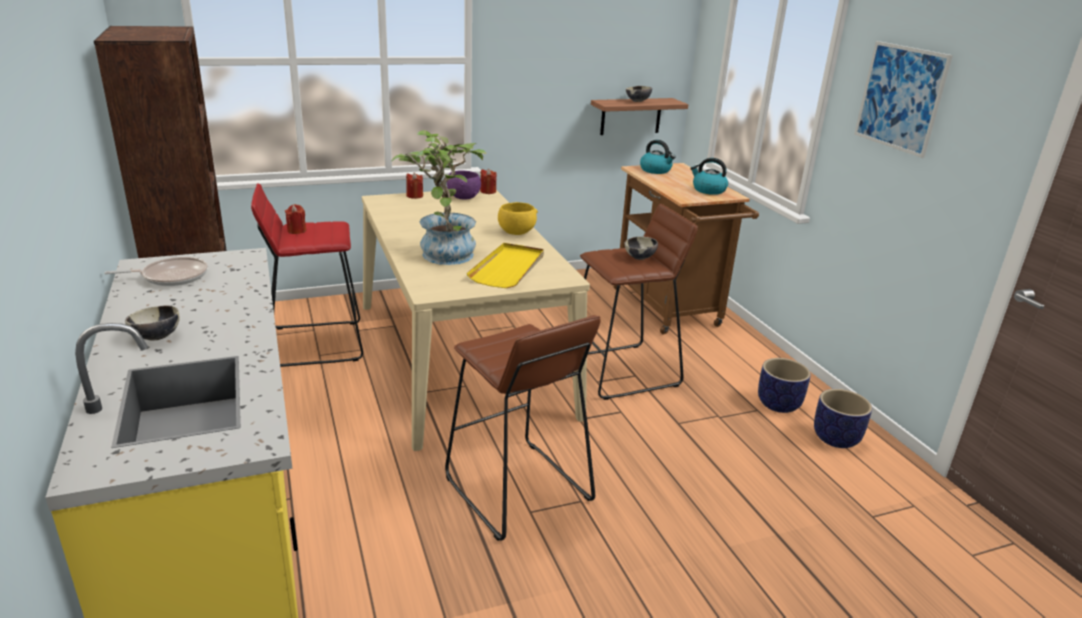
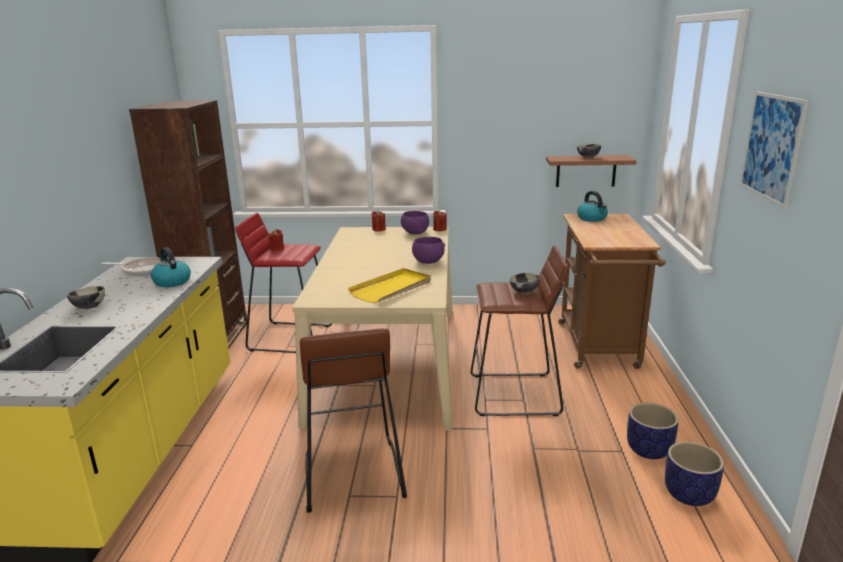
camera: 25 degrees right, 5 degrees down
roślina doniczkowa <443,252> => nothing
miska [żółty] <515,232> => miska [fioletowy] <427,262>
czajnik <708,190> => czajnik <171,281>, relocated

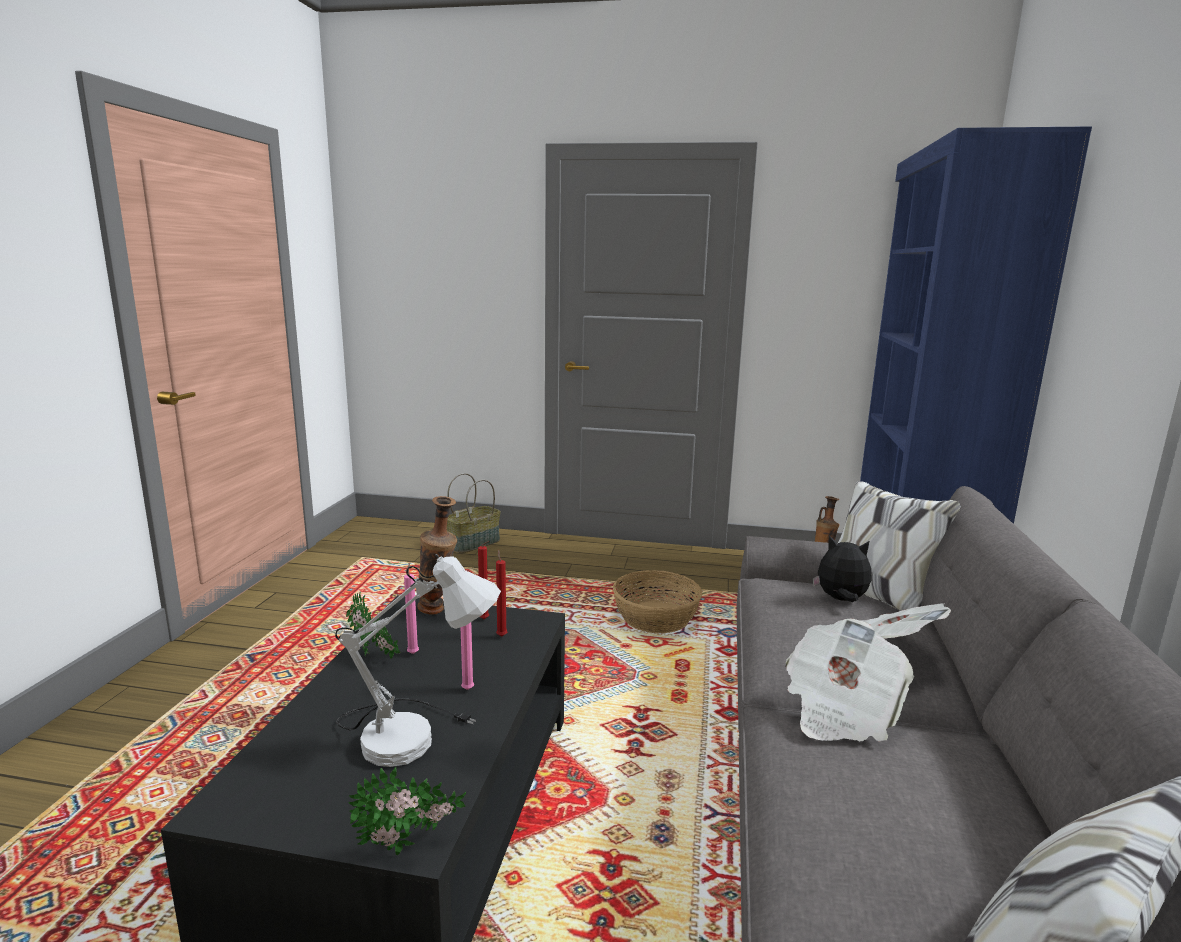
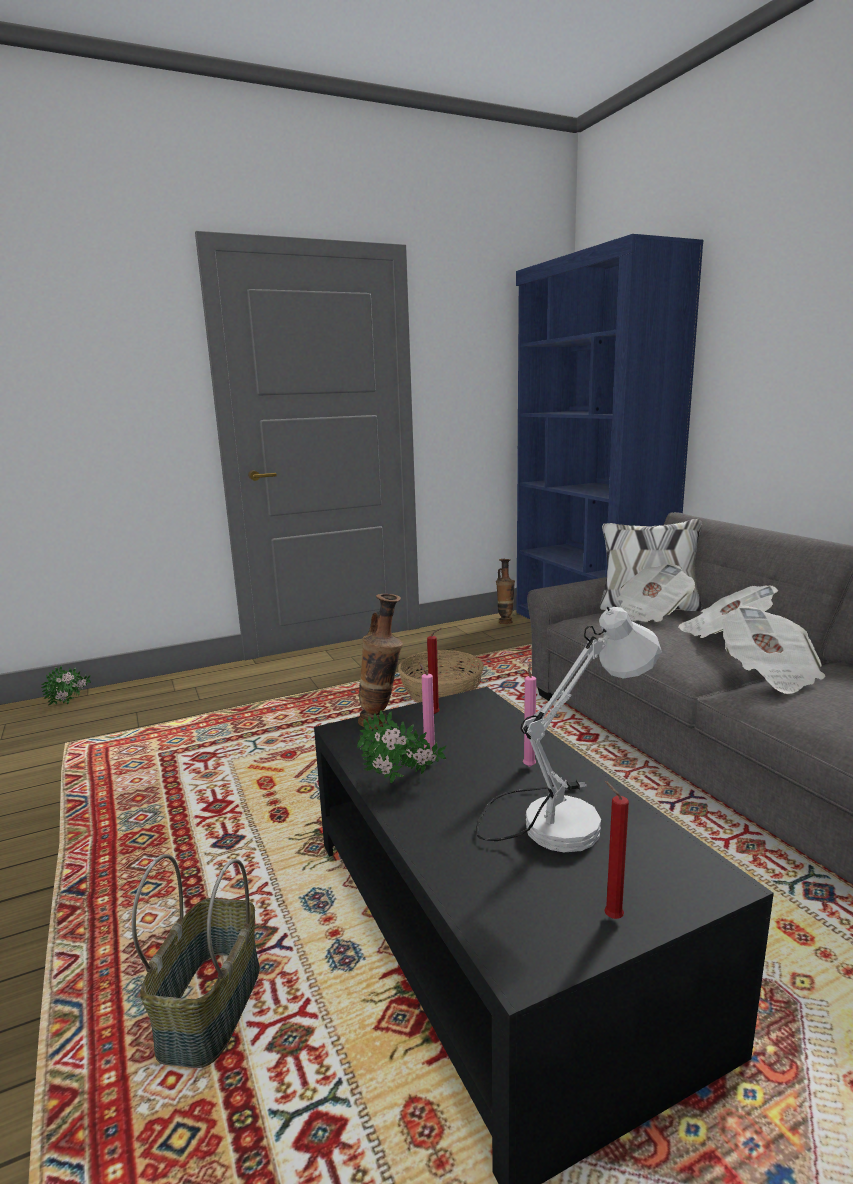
camera: 35 degrees left, 0 degrees up
roślina doniczkowa <409,847> => roślina doniczkowa <71,702>, relocated
koszyk <473,543> => koszyk <209,1006>, relocated
świeca [czerwony] <501,635> => świeca [czerwony] <610,917>, relocated
pluszak <841,600> => gazeta <649,613>

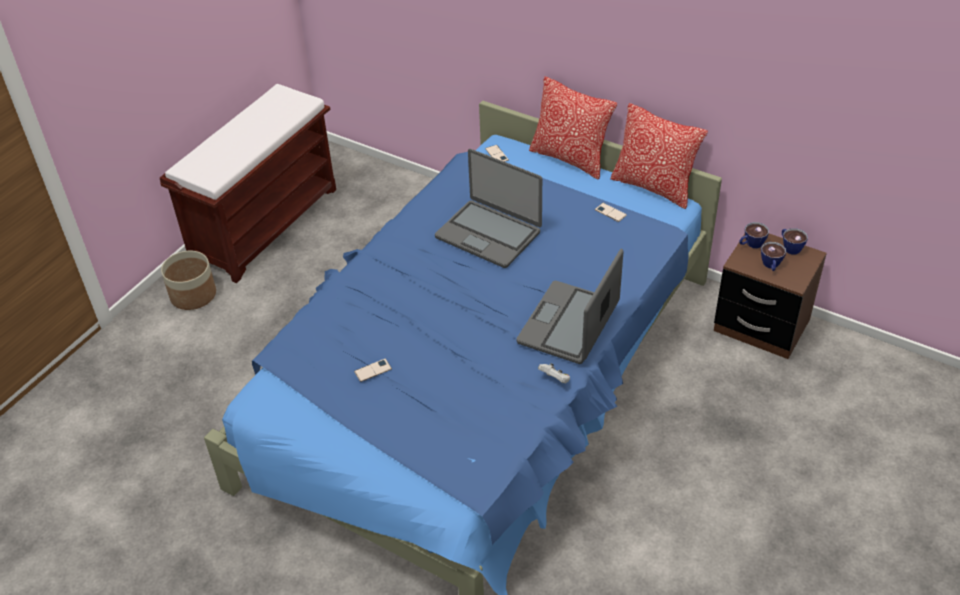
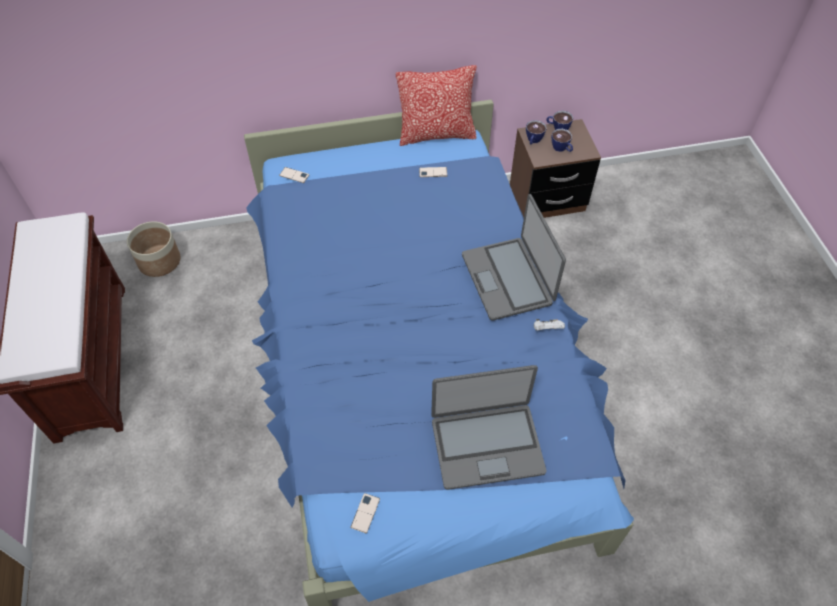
camera: 45 degrees left, 10 degrees up
donica <193,295> => donica <160,261>, relocated
telefon <373,370> => telefon <365,513>, relocated
laptop <489,234> => laptop <486,444>, relocated
poduszka <570,159> => nothing

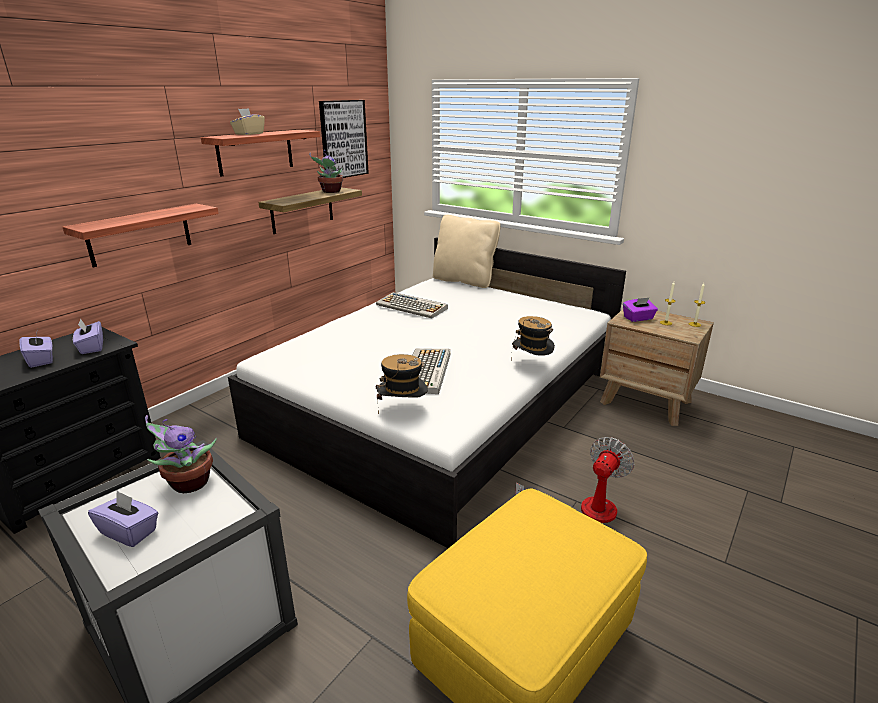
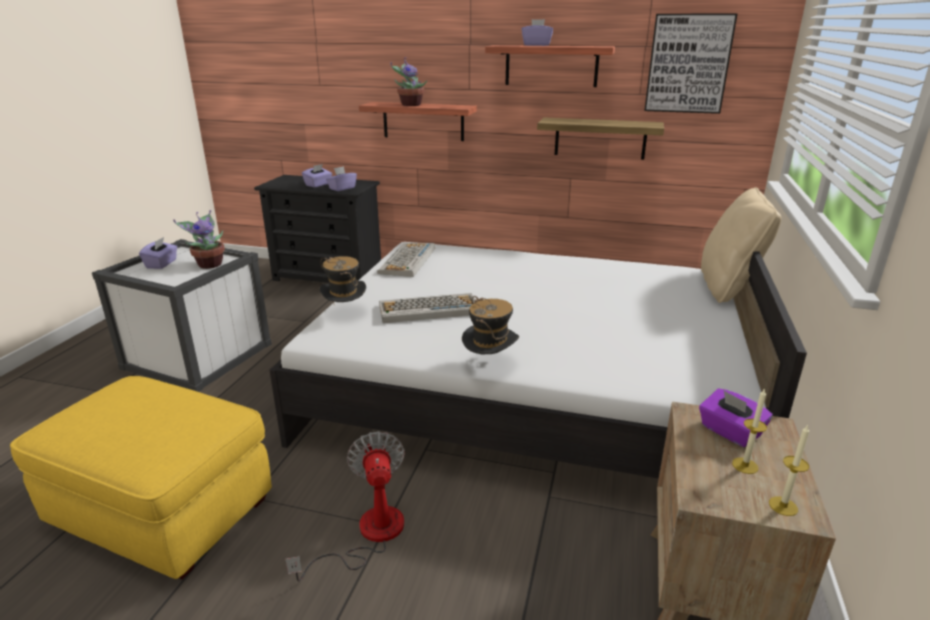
camera: 70 degrees right, 0 degrees up
pudełko chusteczek [beżowy] <249,134> => pudełko chusteczek [fioletowy] <536,45>
roślina doniczkowa <330,191> => roślina doniczkowa <410,105>, relocated
klawiatura <412,306> => klawiatura <408,261>, relocated
wentylator <584,510> => wentylator <368,535>, 120 degrees counterclockwise

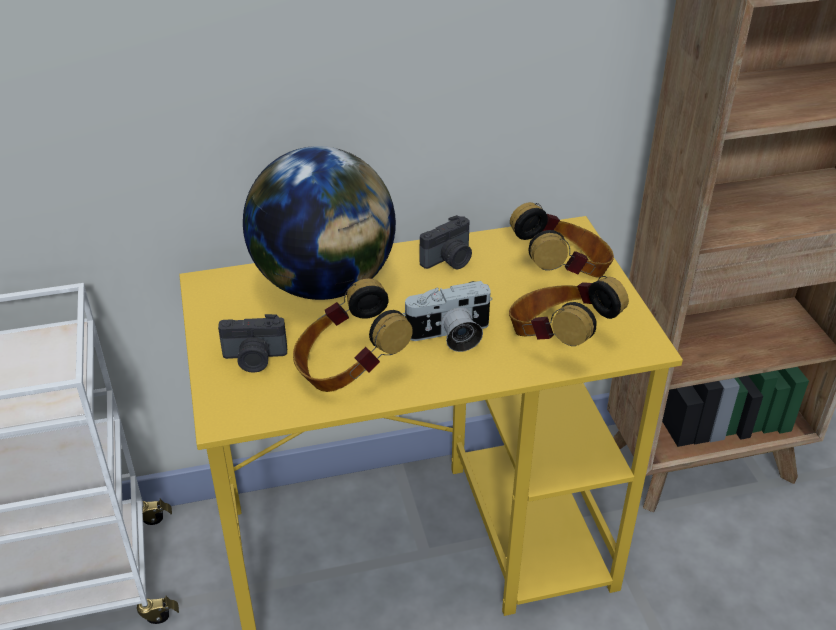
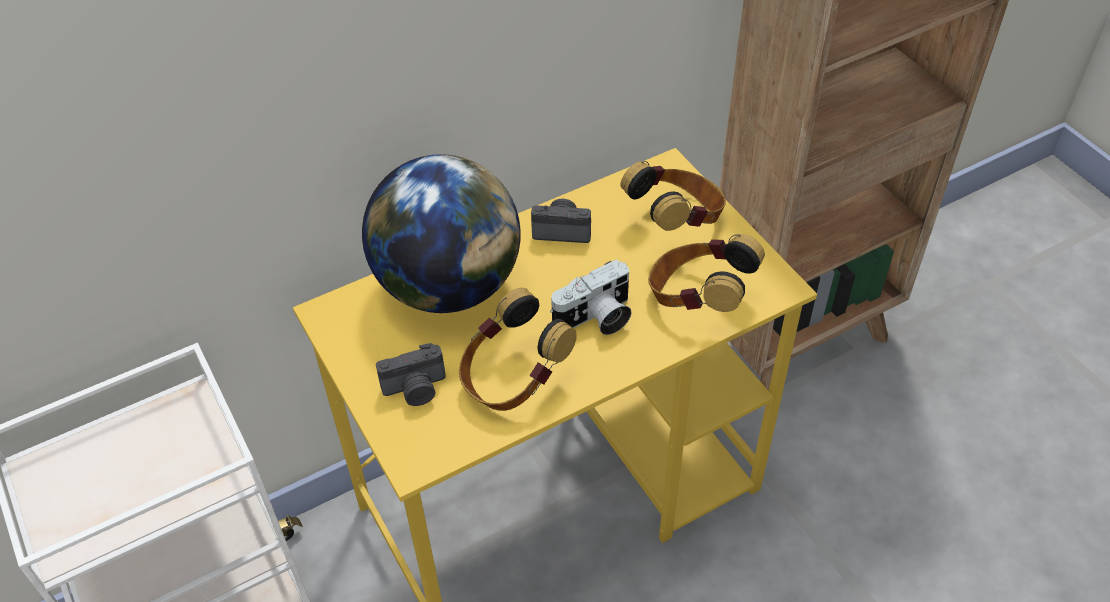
camera: 15 degrees left, 10 degrees up
aparat fotograficzny <449,260> => aparat fotograficzny <562,230>, 120 degrees counterclockwise

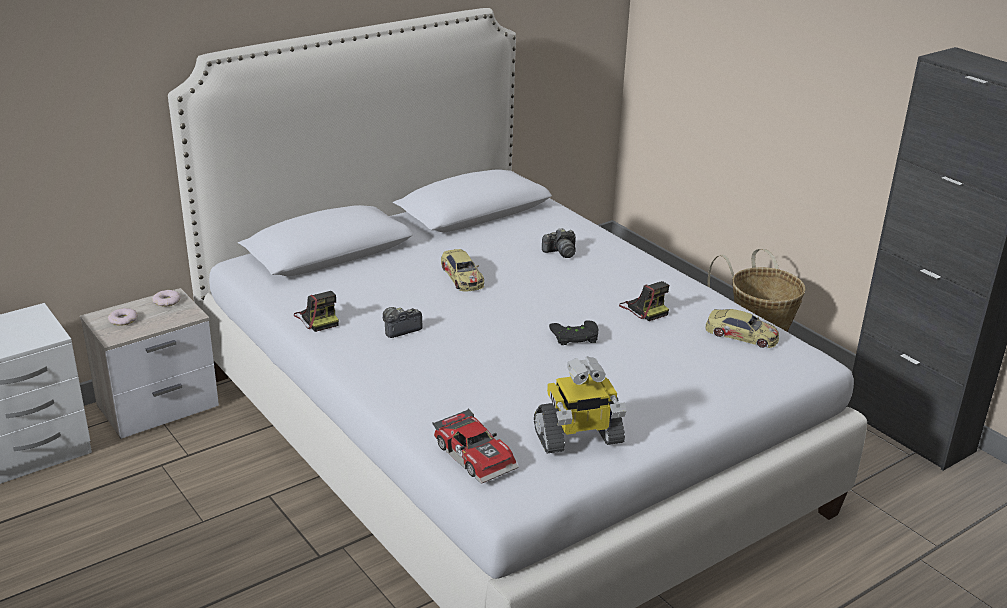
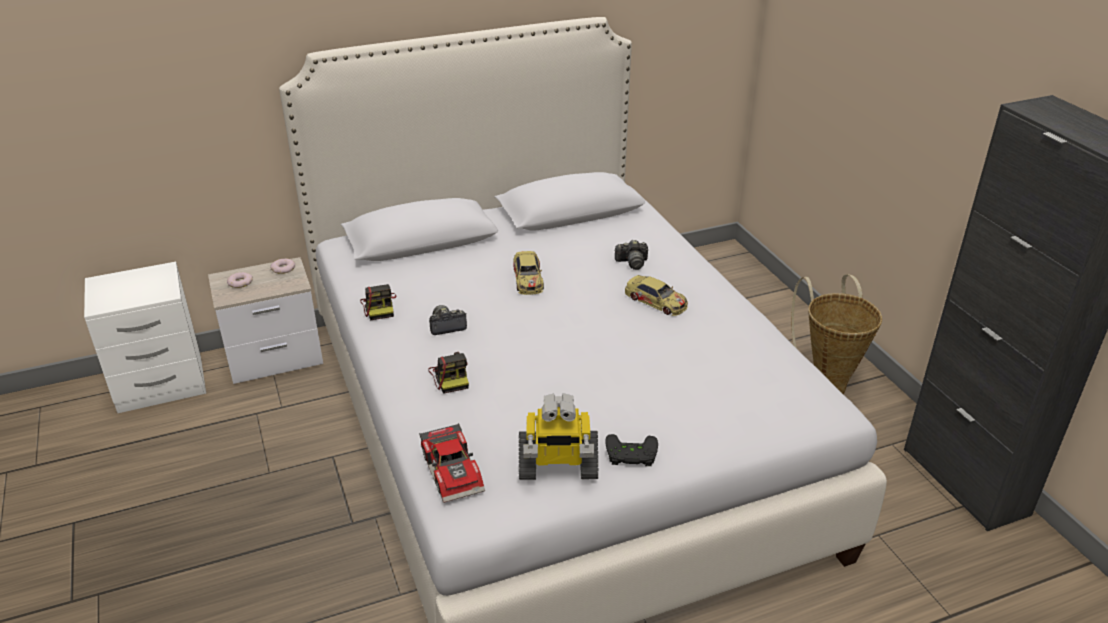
camera: 15 degrees right, 5 degrees up
pad do gier [czarny] <574,337> => pad do gier [czarny] <630,455>, relocated
aparat fotograficzny <644,308> => aparat fotograficzny <451,377>, relocated
samochodzik <741,335> => samochodzik <656,301>, relocated

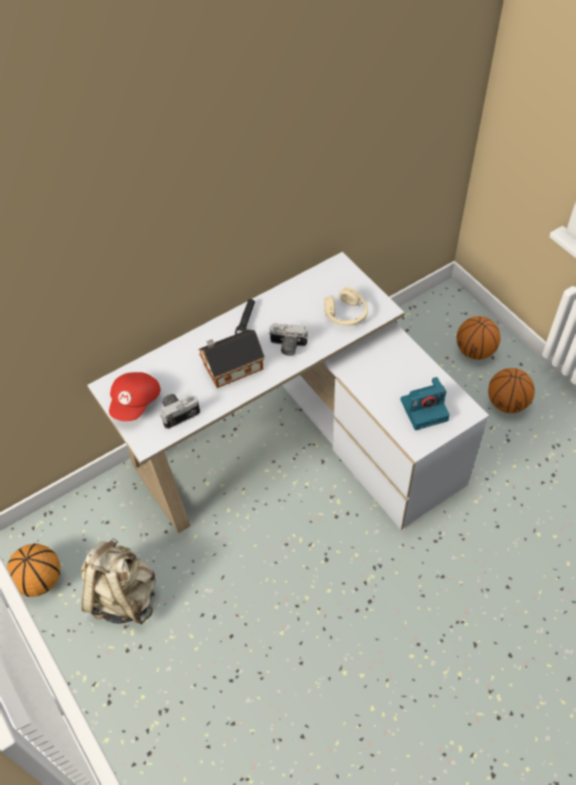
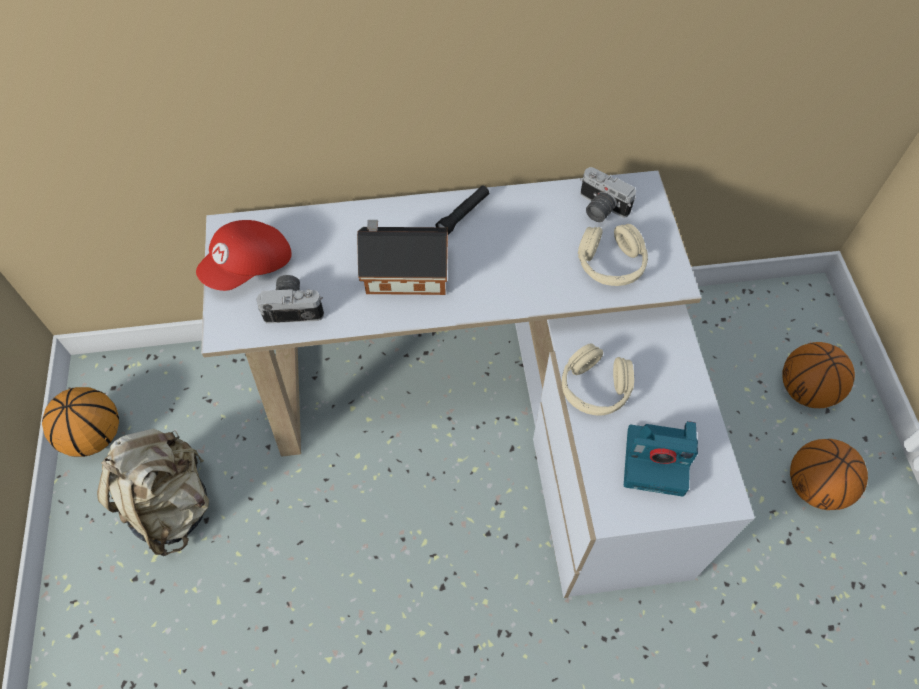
camera: 25 degrees right, 5 degrees up
aparat fotograficzny <287,346> => aparat fotograficzny <599,208>, relocated
nothing => słuchawki [beżowy] <594,388>

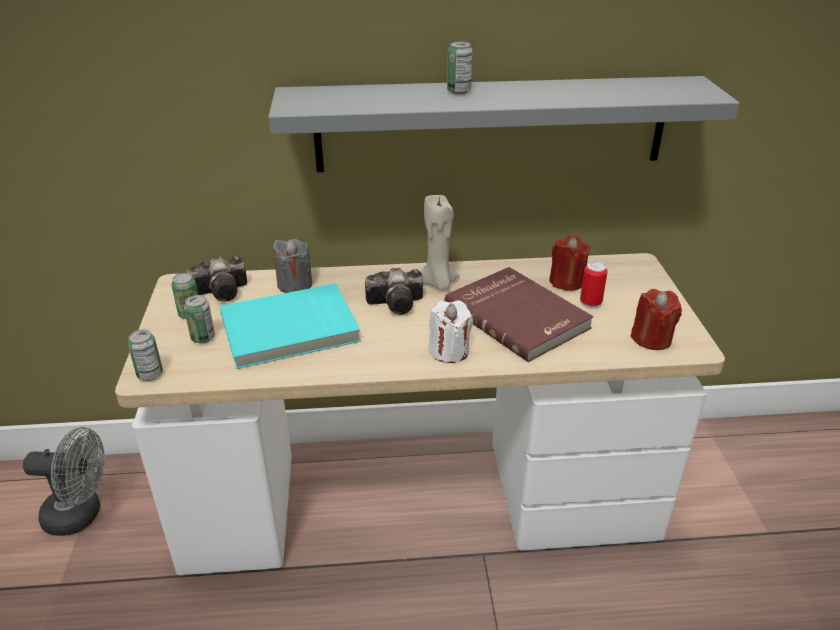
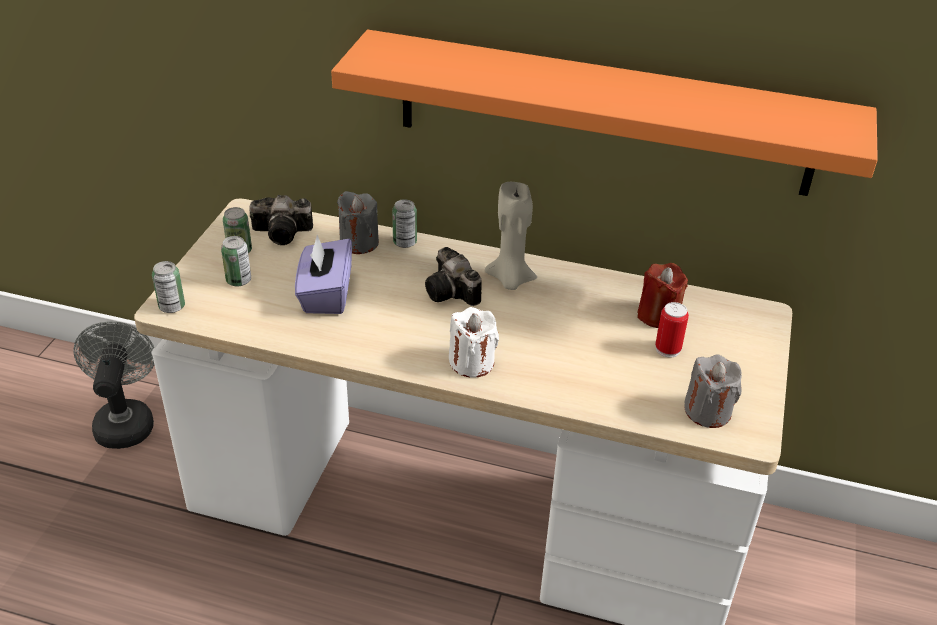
camera: 20 degrees right, 5 degrees up
wentylator [szary] <81,515> => wentylator [szary] <125,421>, 120 degrees counterclockwise
książka [turkusowy] <290,330> => pudełko chusteczek [fioletowy] <325,294>
półka [szary] <491,124> => półka [pomarańczowy] <603,113>
aparat fotograficzny <398,303> => aparat fotograficzny <453,293>, 45 degrees clockwise
książka [czerwony] <518,316> => nothing
puszka <458,91> => puszka <405,242>, relocated
świeca [czerwony] <651,338> => świeca [szary] <707,411>

